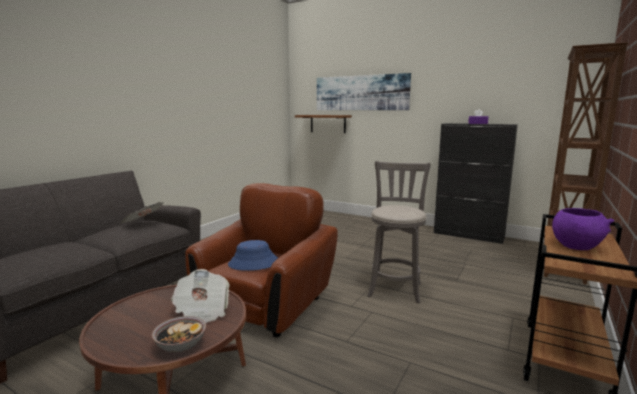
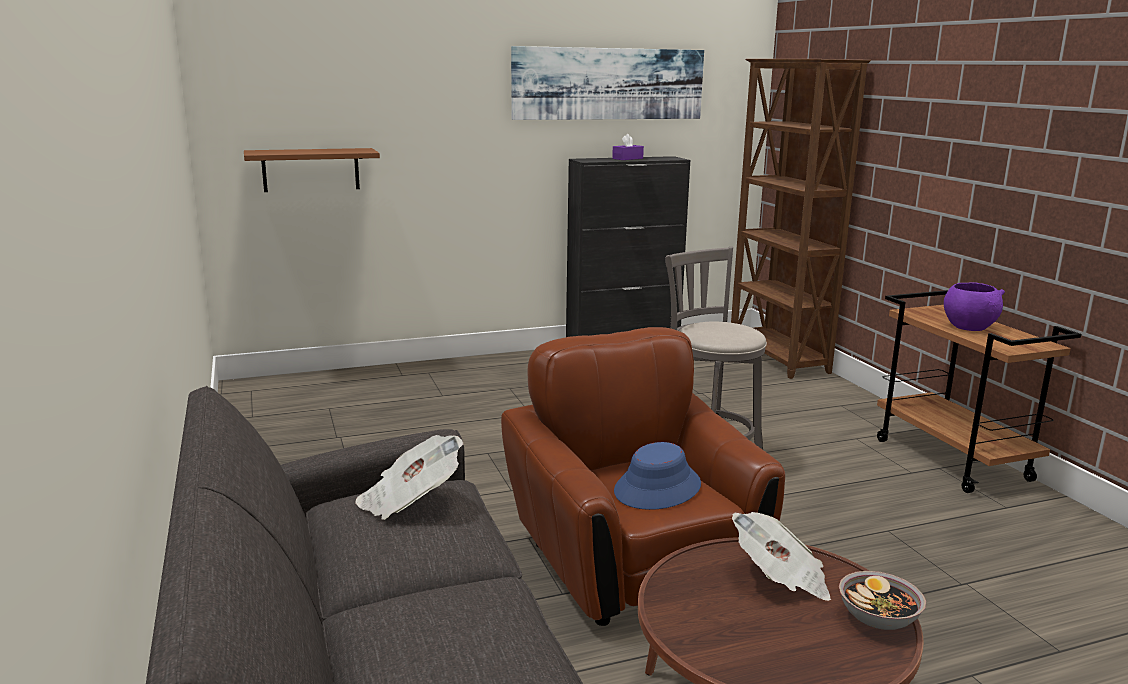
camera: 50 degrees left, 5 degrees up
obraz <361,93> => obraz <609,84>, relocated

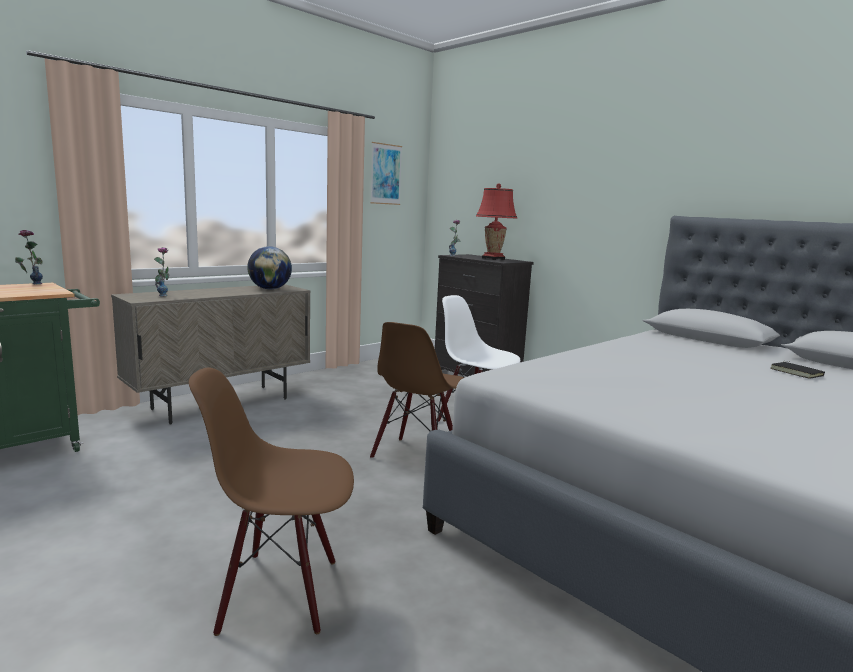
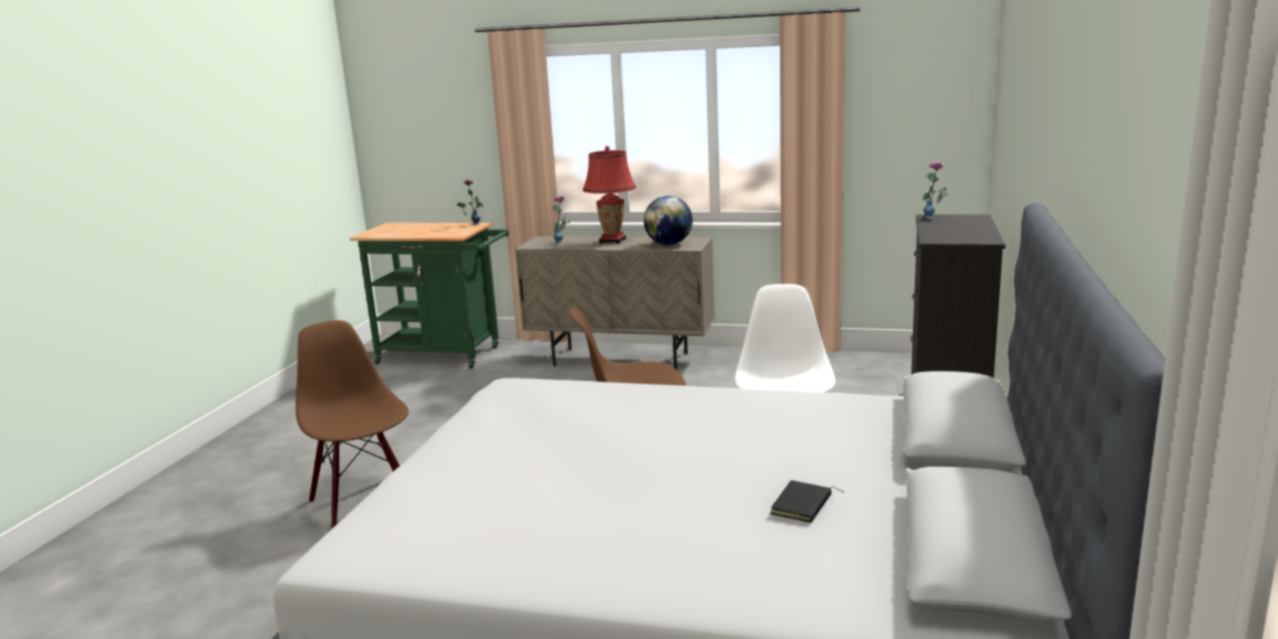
camera: 60 degrees right, 5 degrees up
obraz <386,174> => nothing
lampa stołowa [czerwony] <493,259> => lampa stołowa [czerwony] <612,241>, relocated

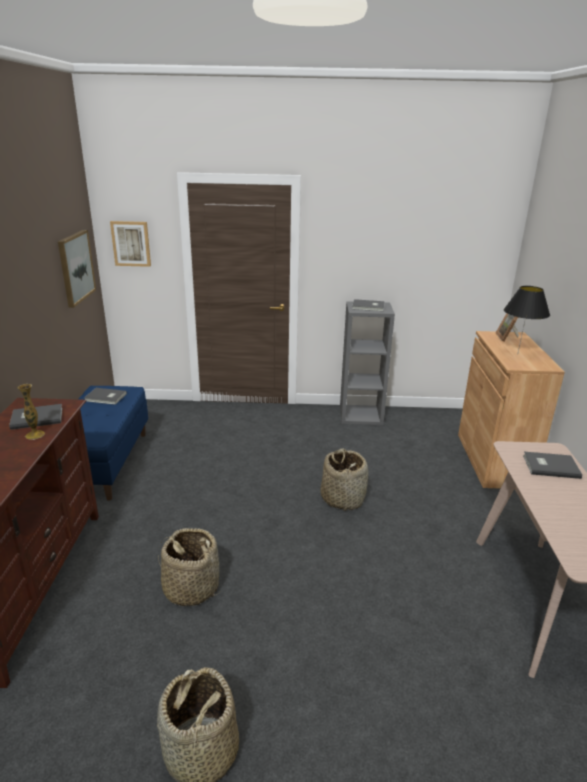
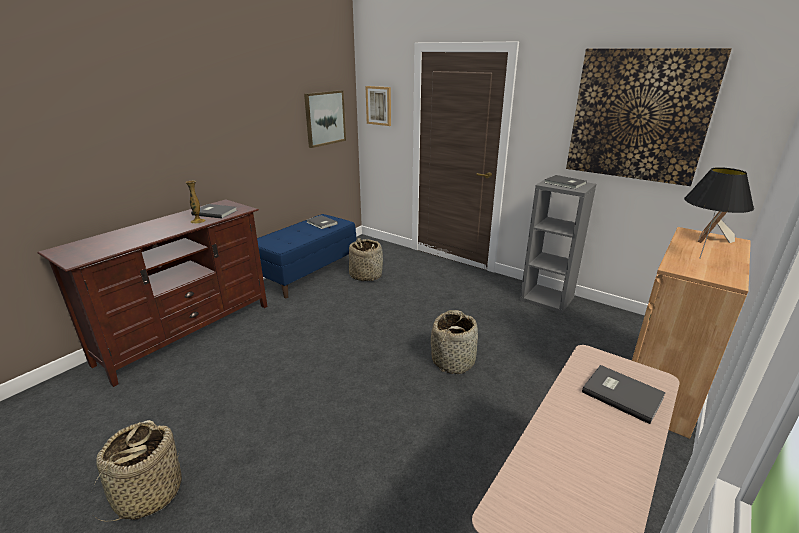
camera: 35 degrees right, 0 degrees up
koszyk <191,588> => koszyk <365,275>, relocated
nothing => obraz <638,116>

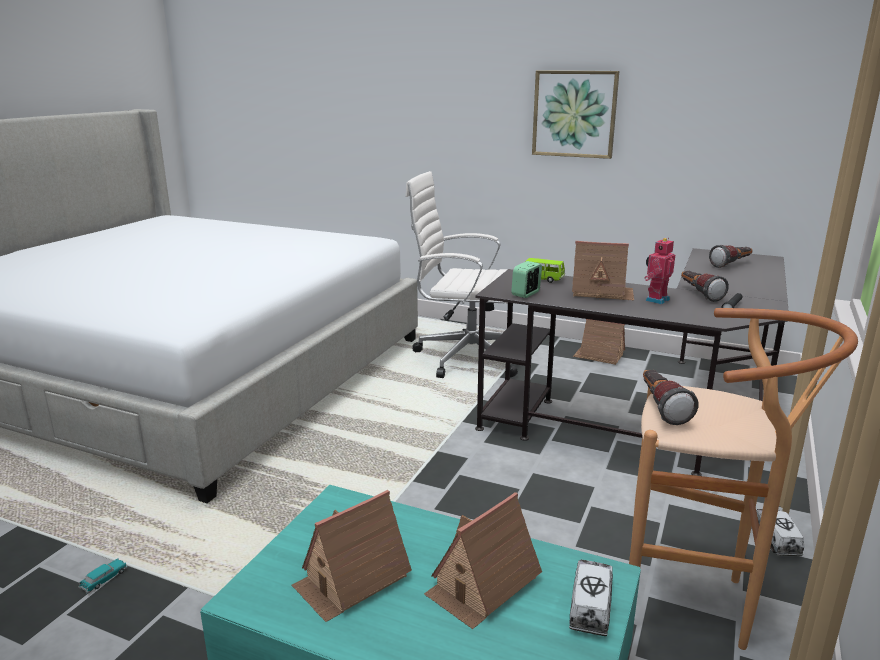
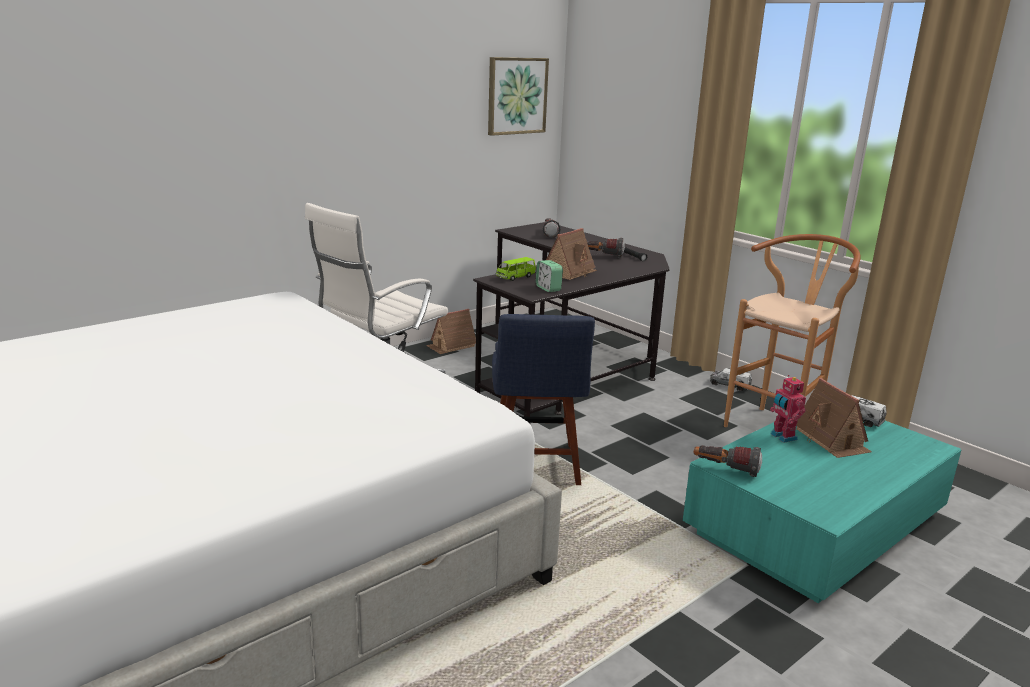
camera: 65 degrees left, 0 degrees up
samochodzik <104,579> => nothing
domek <352,580> => nothing
obraz <574,114> => obraz <516,96>, relocated
latarka <661,408> => latarka <725,470>, relocated
robot zabawkowy <656,299> => robot zabawkowy <782,437>, relocated
nothing => krzesło [niebieski] <534,467>

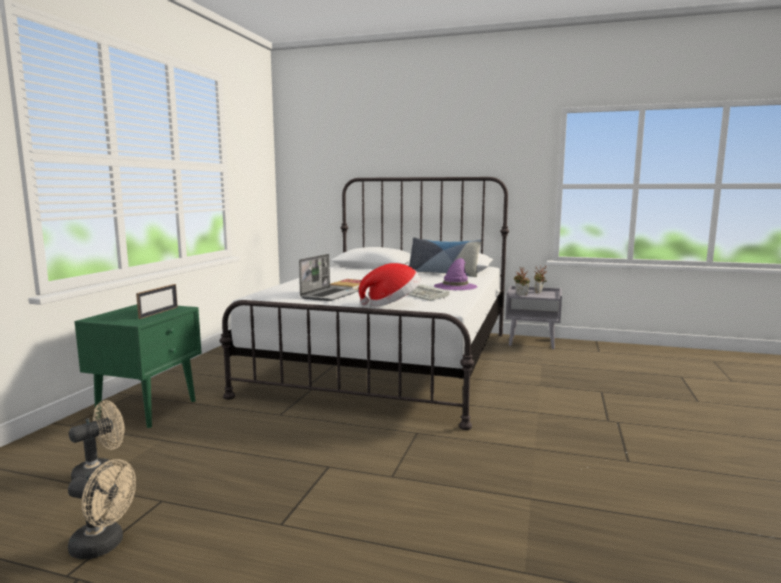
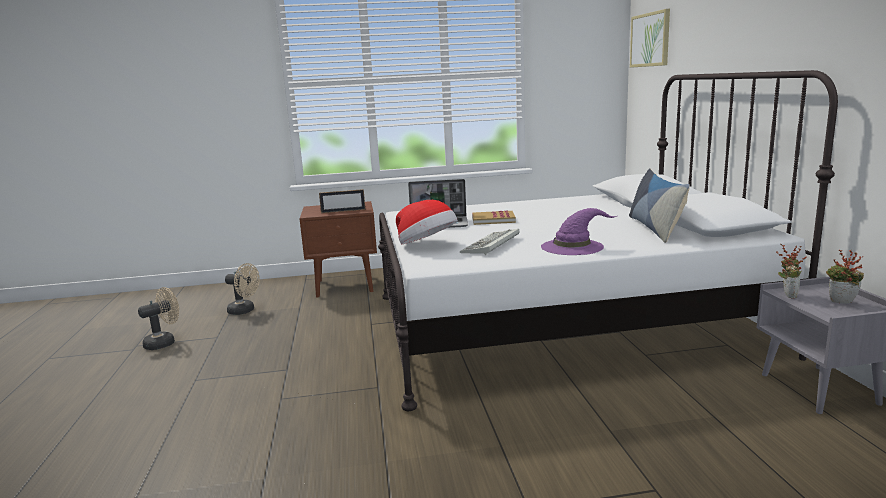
camera: 65 degrees right, 5 degrees up
wentylator [beżowy] <104,546> => wentylator [beżowy] <164,342>, 120 degrees counterclockwise
szafka nocna [zielony] <149,409> => szafka nocna [brązowy] <346,286>
nothing => obraz <650,39>

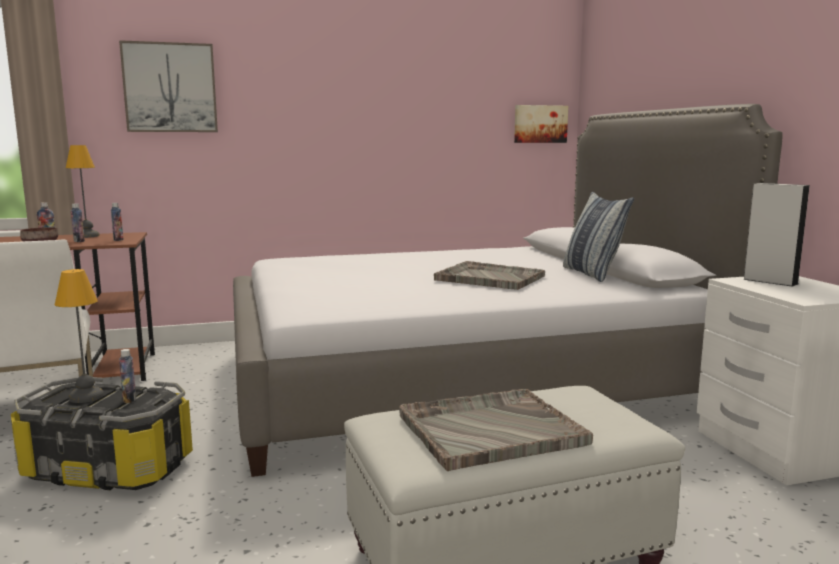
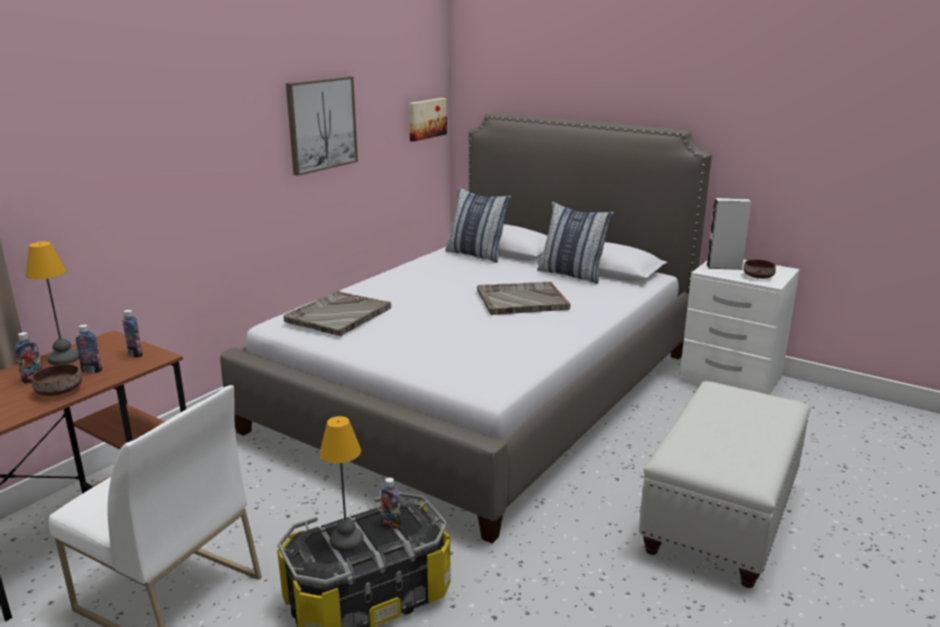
camera: 40 degrees left, 10 degrees up
obraz <170,88> => obraz <321,124>, relocated
taca [szary] <489,430> => taca [szary] <337,315>, relocated
nothing => poduszka <476,254>
nothing => miska [brązowy] <758,277>

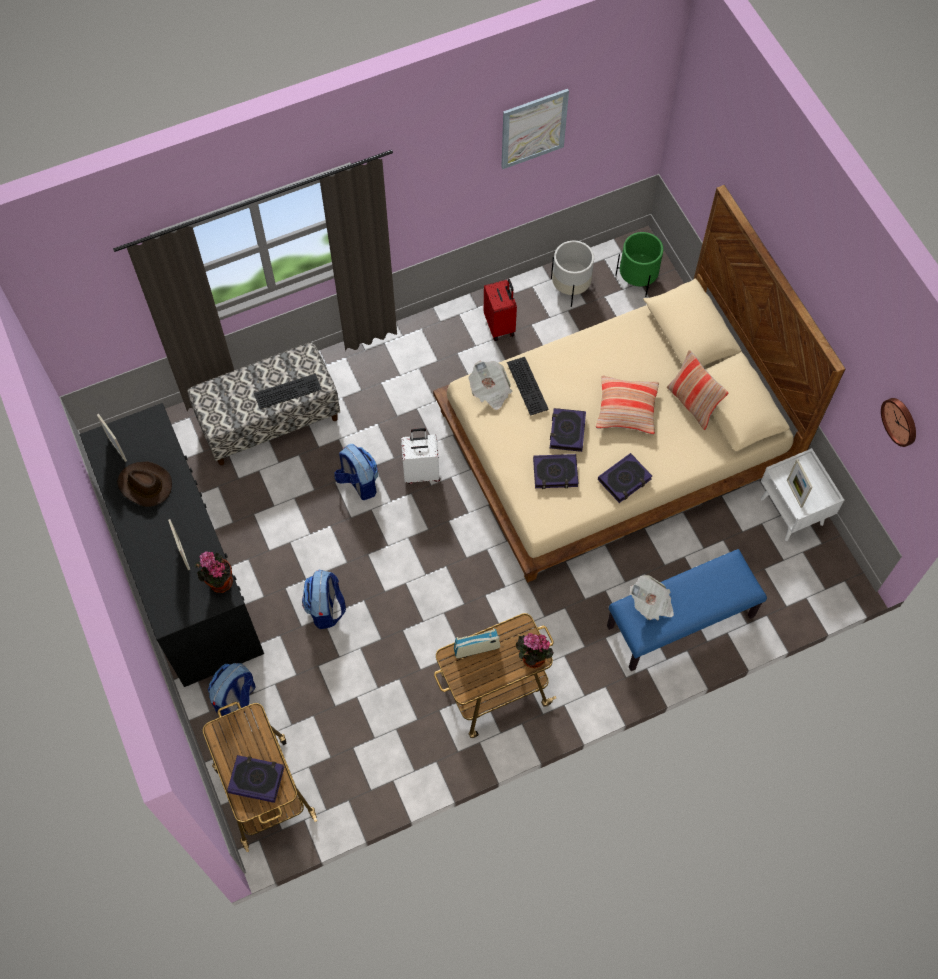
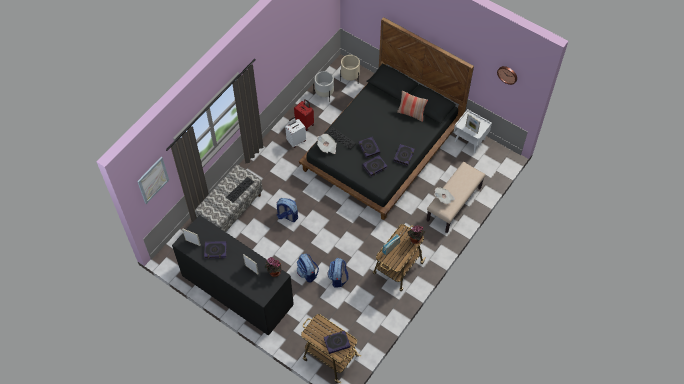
camera: 30 degrees left, 5 degrees down
kapelusz [brązowy] <145,485> => książka <215,251>
plecak <236,699> => plecak <338,278>, relocated
walizka [biały] <422,472> => walizka [biały] <296,141>, relocated
łóżko [beżowy] <613,442> => łóżko [czarny] <382,147>
obraz <533,128> => obraz <153,180>, relocated
poduszka <626,409> => nothing
ławka [niebieski] <680,622> => ławka [beżowy] <454,204>
donica [zielony] <637,279> => donica [beżowy] <350,78>

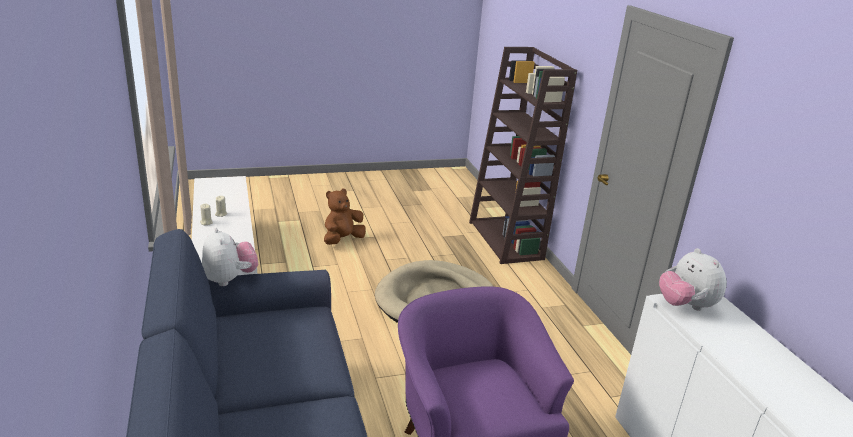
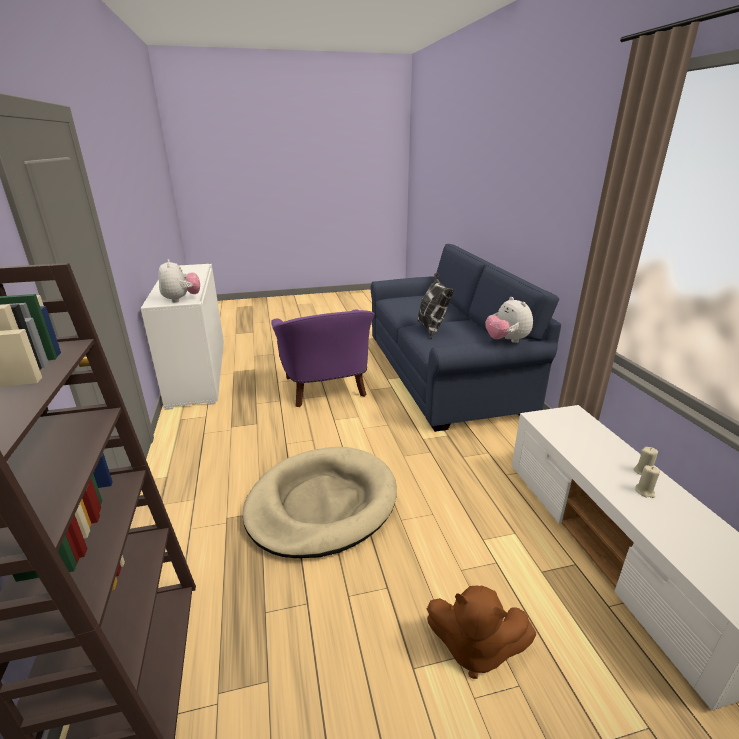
camera: 175 degrees left, 0 degrees up
pluszak [brązowy] <342,240> => pluszak [brązowy] <474,648>, 60 degrees clockwise
nothing => poduszka <432,328>

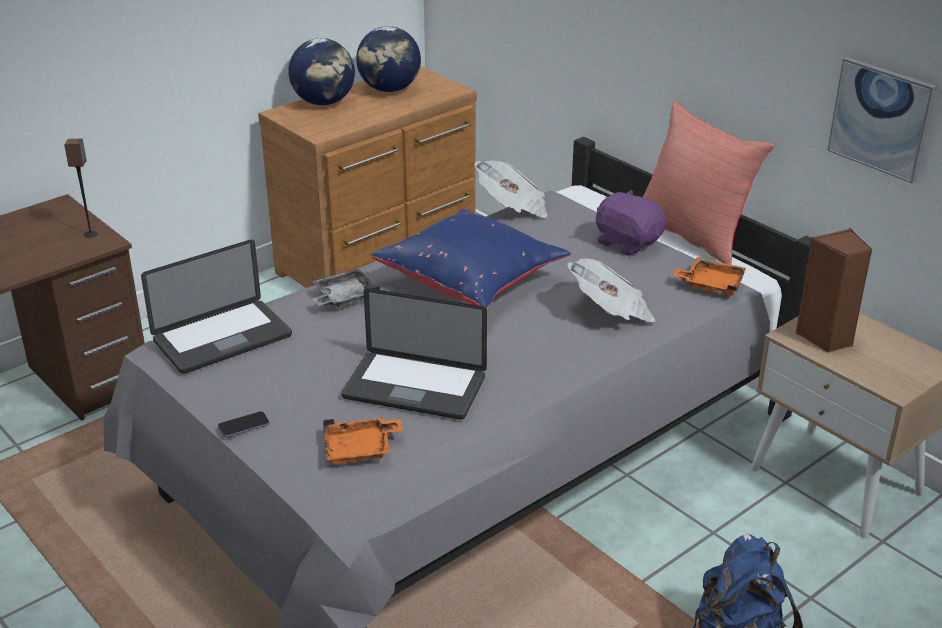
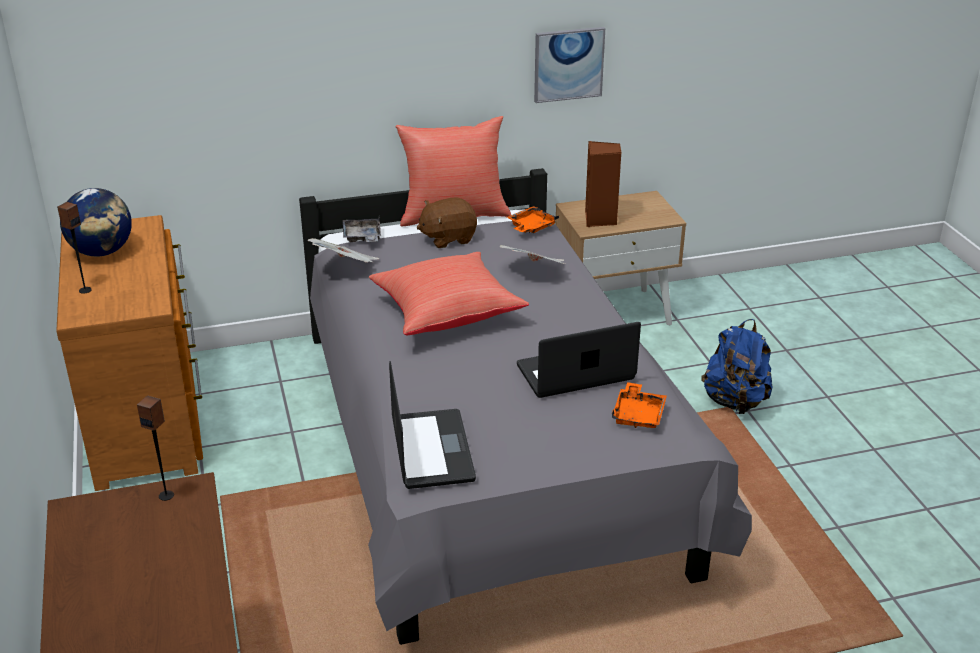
camera: 65 degrees left, 0 degrees up
telefon <243,426> => nothing
globus <324,102> => głośnik <85,290>
taca [szary] <344,297> => taca [szary] <362,237>, relocated
laptop <414,387> => laptop <575,373>, 150 degrees counterclockwise
poduszka [niebieski] <471,281> => poduszka [czerwony] <446,313>
pluszak [fioletowy] <627,242> => pluszak [brązowy] <448,238>

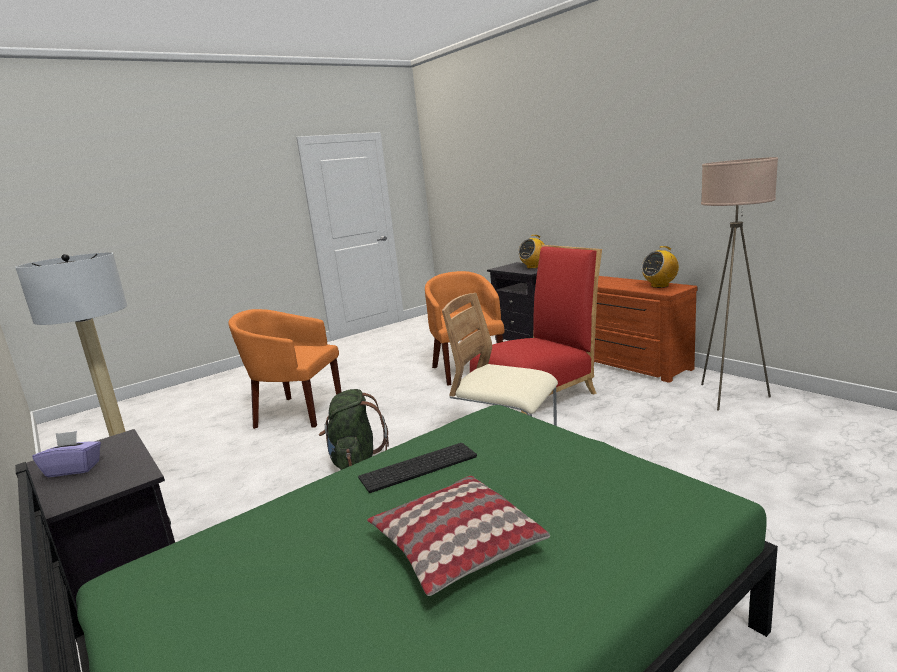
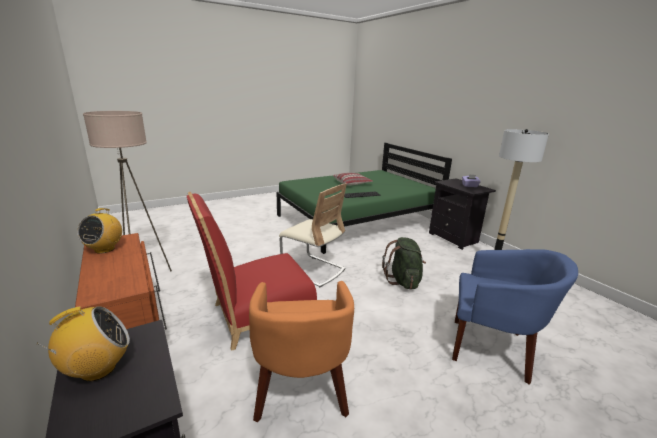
camera: 175 degrees left, 5 degrees up
fotel [pomarańczowy] <296,412> => fotel [niebieski] <492,349>
radio <660,286> => radio <104,249>, 120 degrees clockwise

